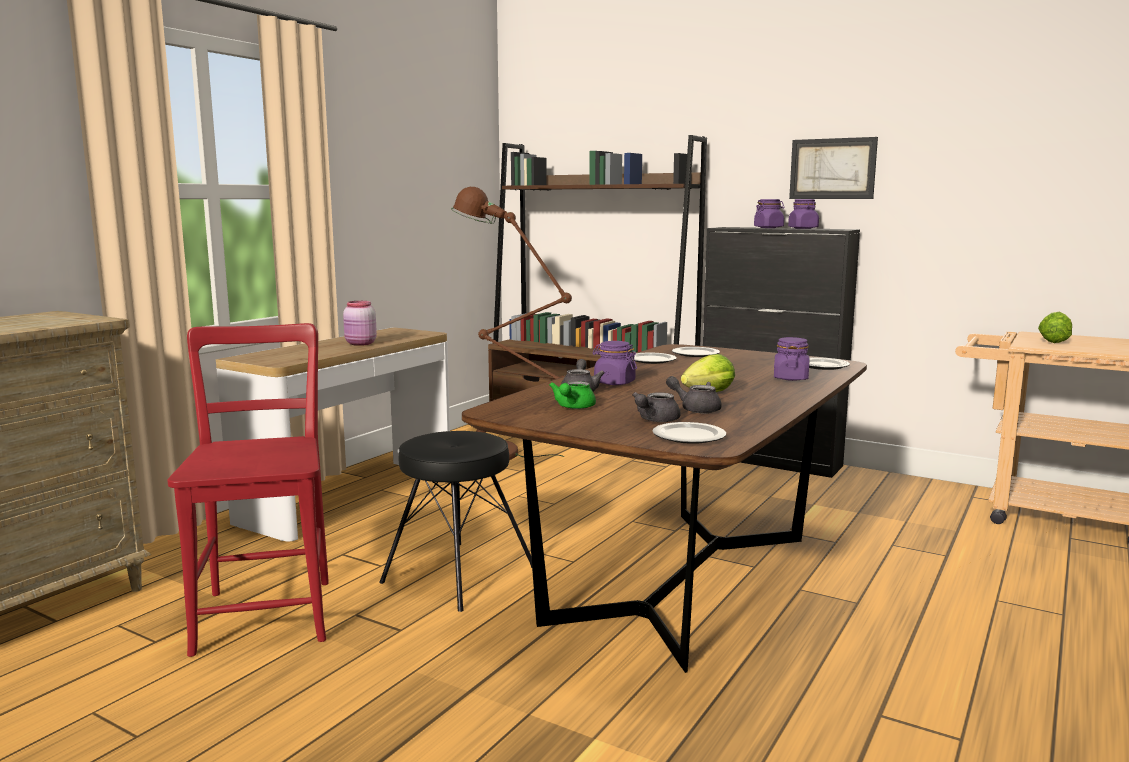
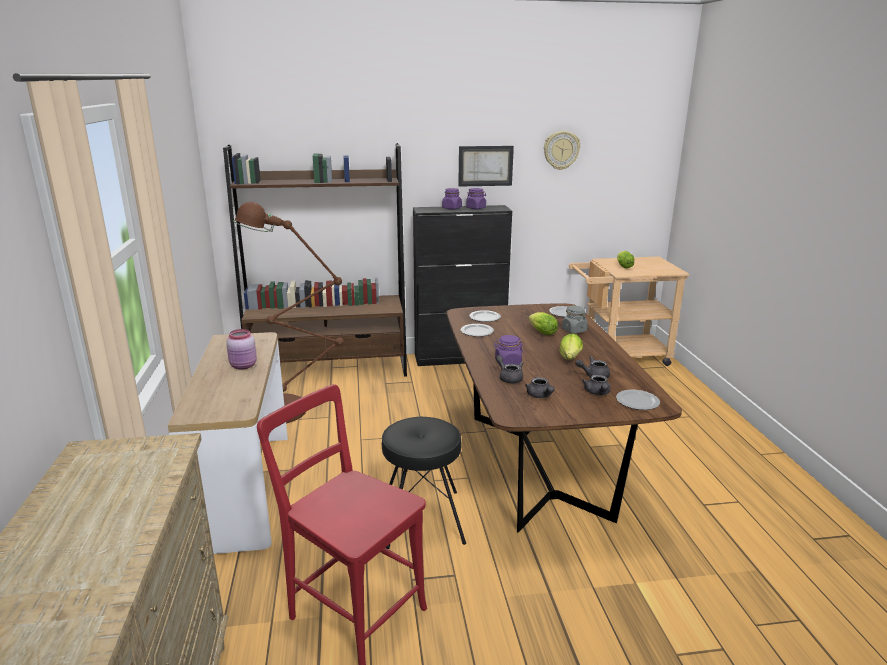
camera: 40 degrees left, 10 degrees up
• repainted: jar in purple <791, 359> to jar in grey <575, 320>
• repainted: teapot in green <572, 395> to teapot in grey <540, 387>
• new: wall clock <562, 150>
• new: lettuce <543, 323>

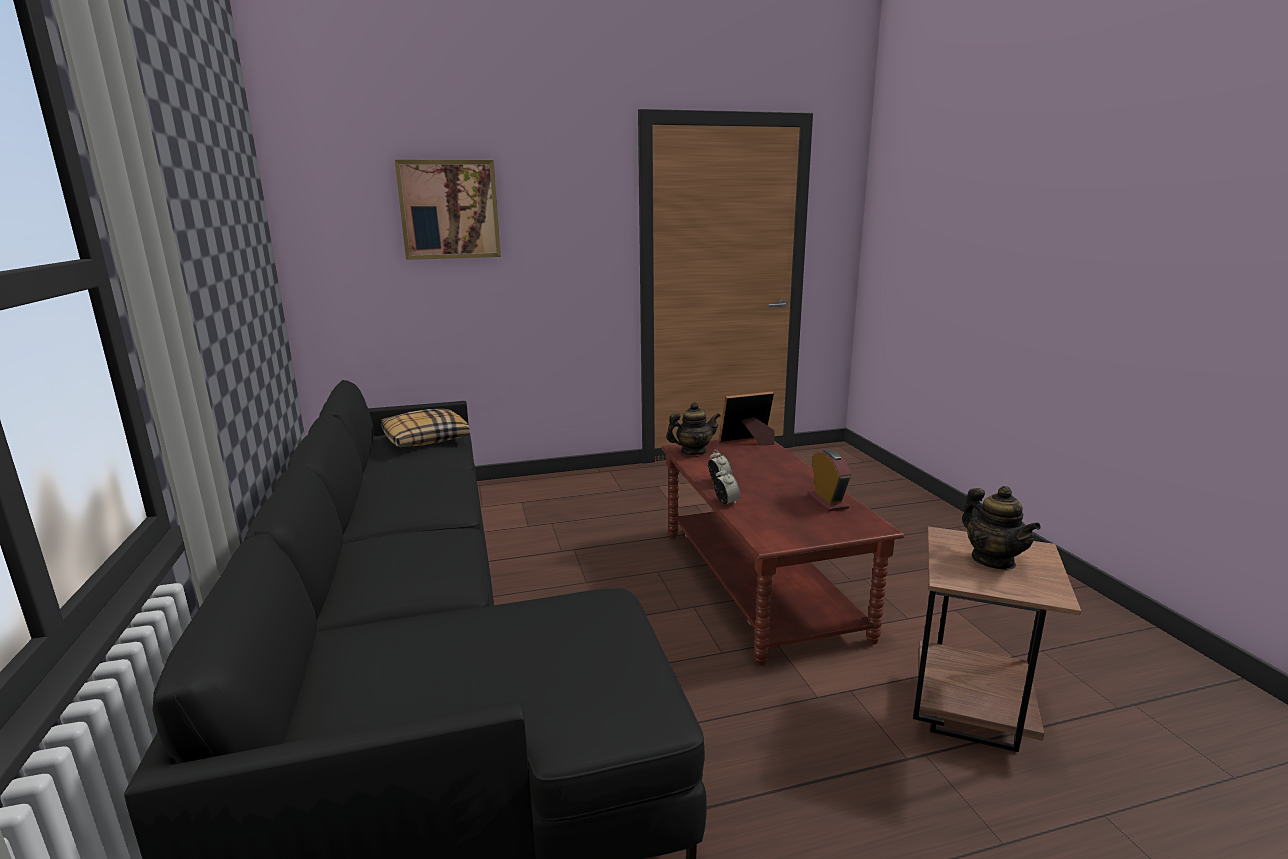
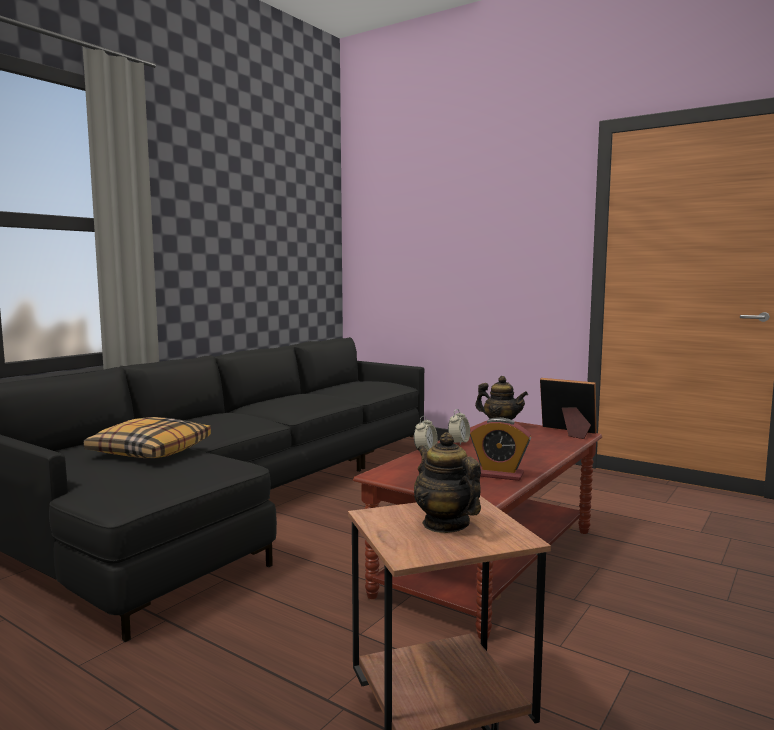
camera: 50 degrees right, 10 degrees down
• gone: picture <448, 210>
• shifted: pillow <425, 428> to <147, 437>
• rotated: alarm clock <830, 480> = <500, 449> 75 degrees clockwise
• rotated: teapot <1001, 528> = <447, 482> 120 degrees clockwise

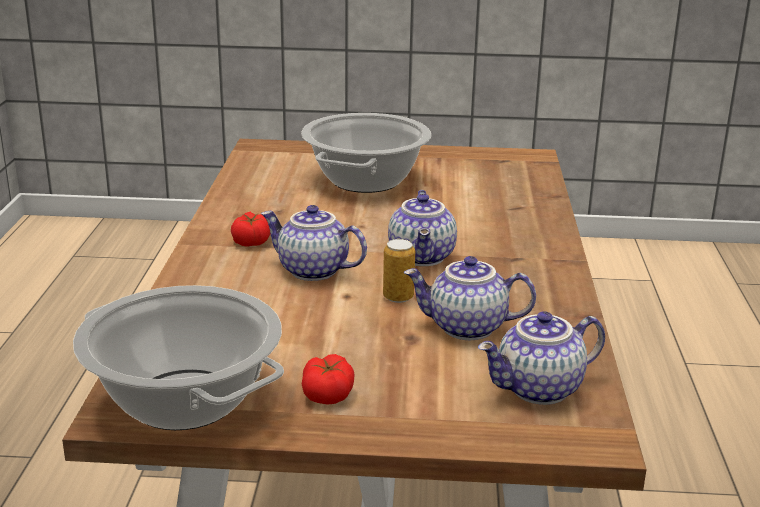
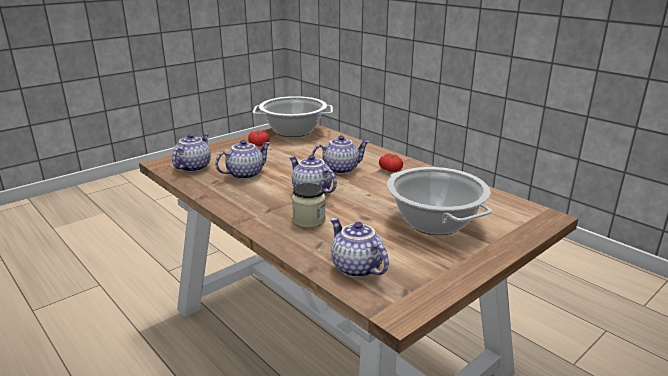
camera: 135 degrees right, 0 degrees up
• gone: can <399, 271>
• new: jar <309, 205>
• new: teapot <359, 248>

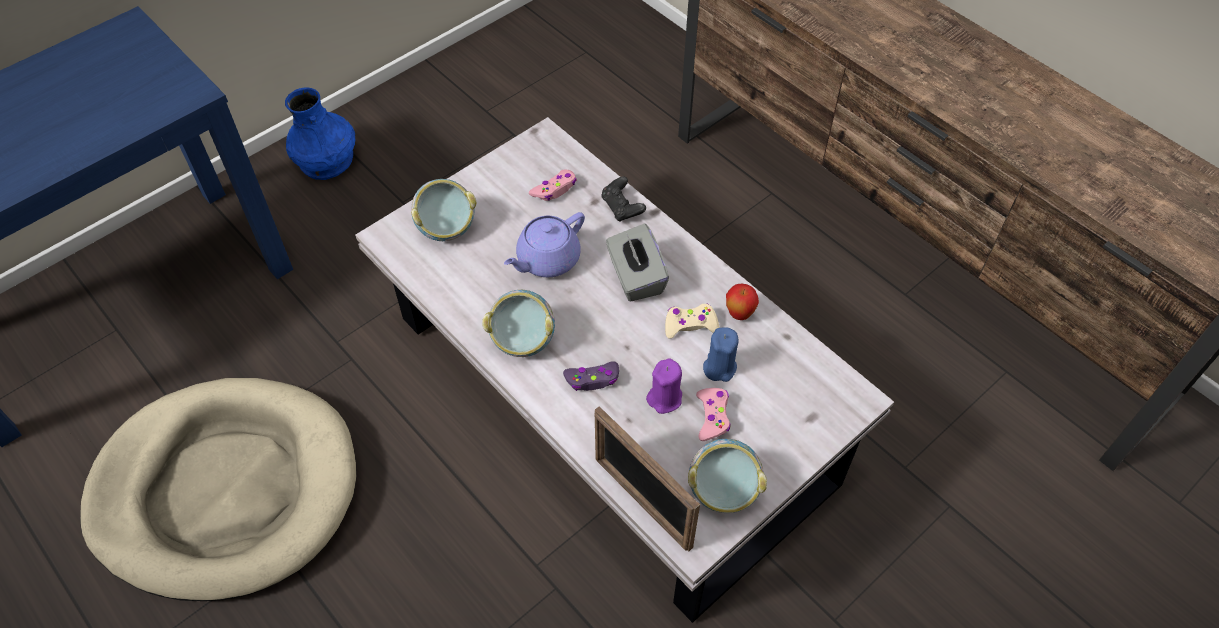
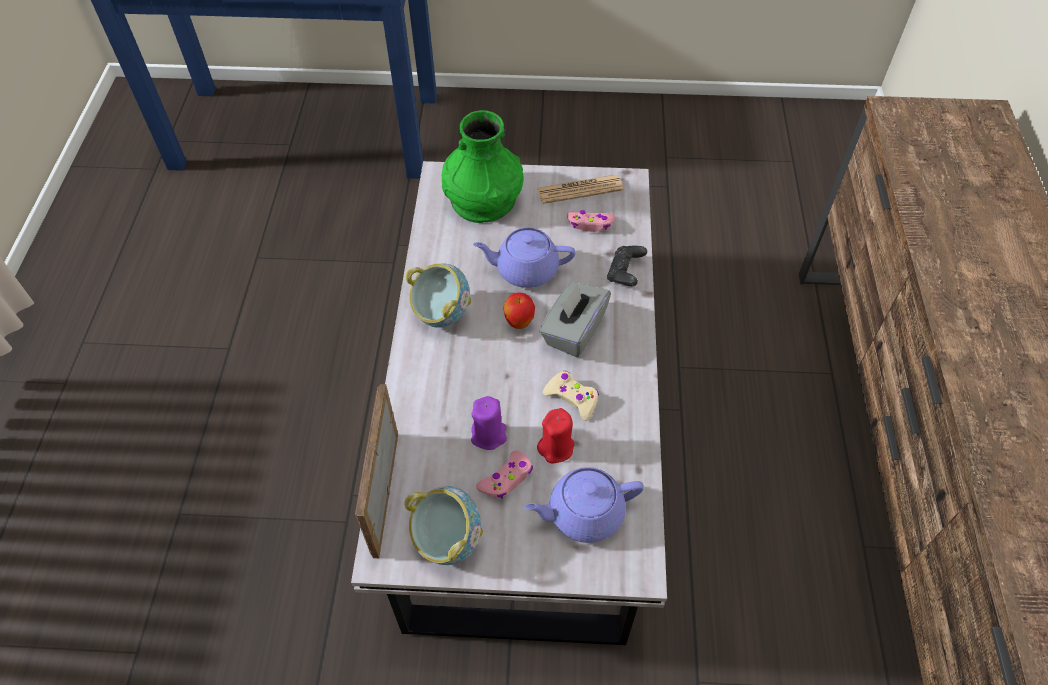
camera: 45 degrees right, 0 degrees up
• gone: vase in blue <320, 133>
• swapped: bowl <443, 210> to vase in green <483, 166>
• shifted: apple <742, 301> to <519, 310>
• repainted: candle in blue <720, 354> to candle in red <555, 436>
• gone: game controller in purple <591, 376>
• gone: dog bed in beige <218, 489>
• new: newspaper <580, 189>
• new: teapot in purple <584, 505>

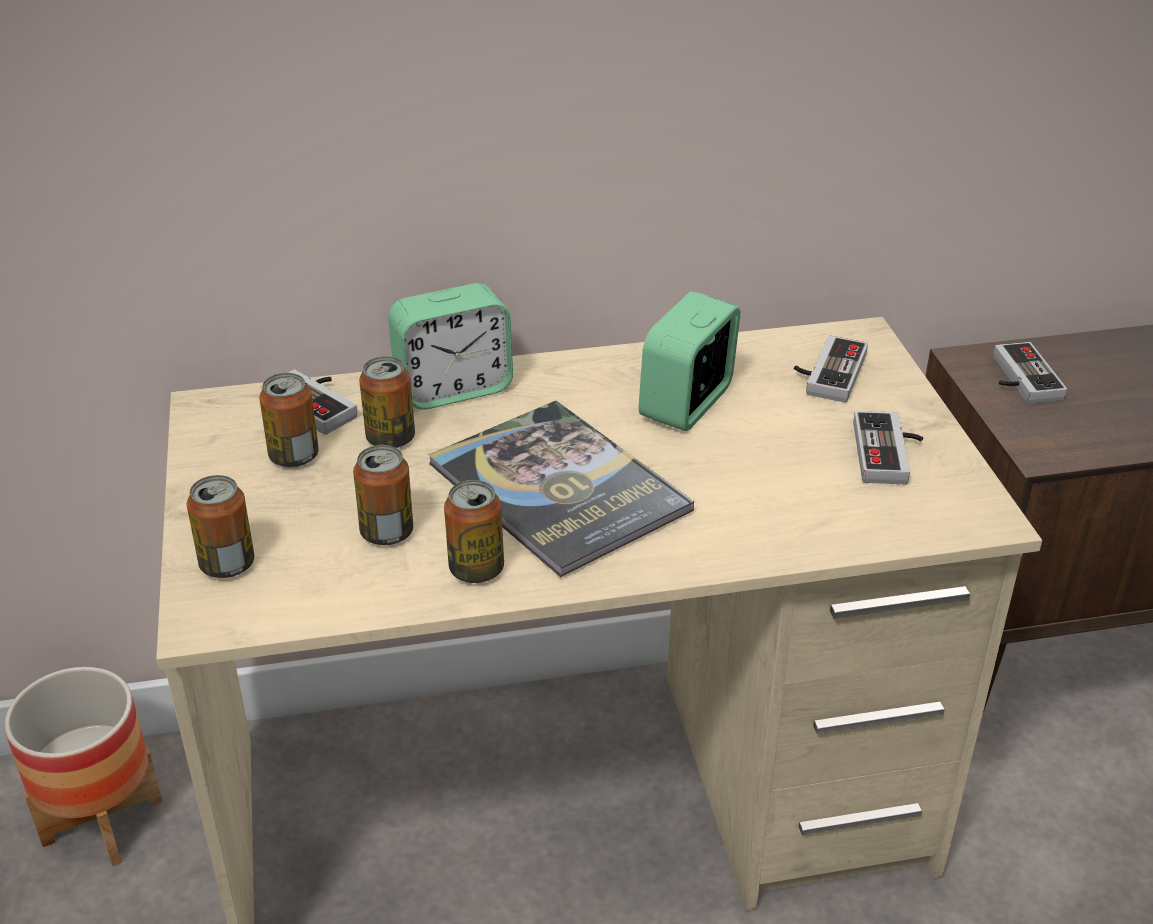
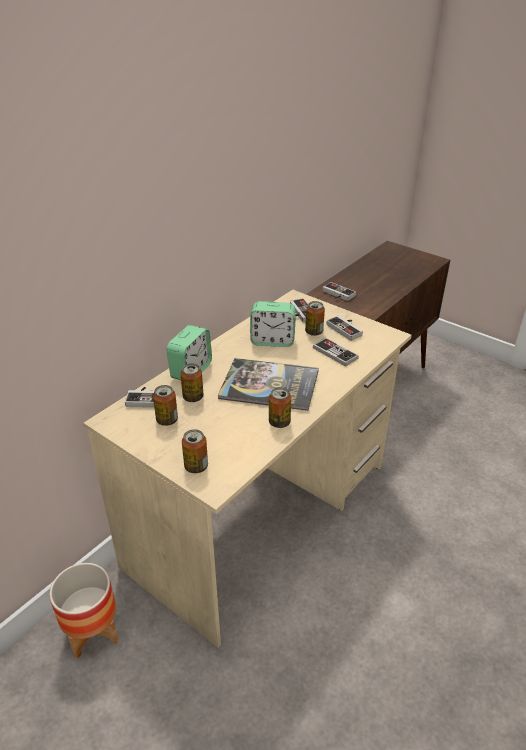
camera: 40 degrees left, 0 degrees up
• rotated: alarm clock <689, 361> = <273, 324> 75 degrees counterclockwise
• shifted: can <383, 495> to <315, 318>
• new: game controller <336, 352>

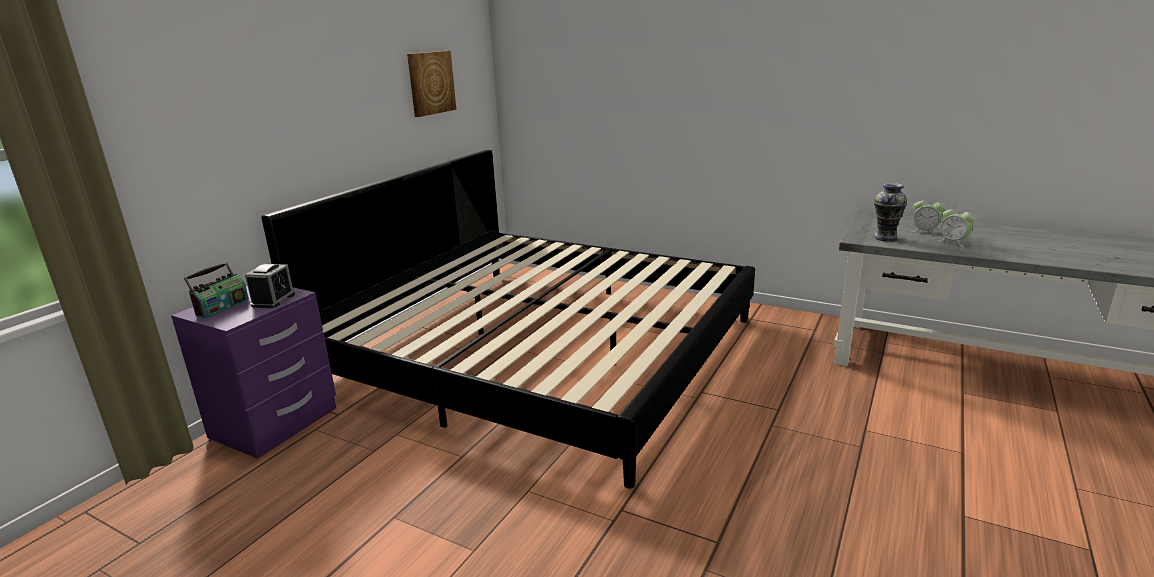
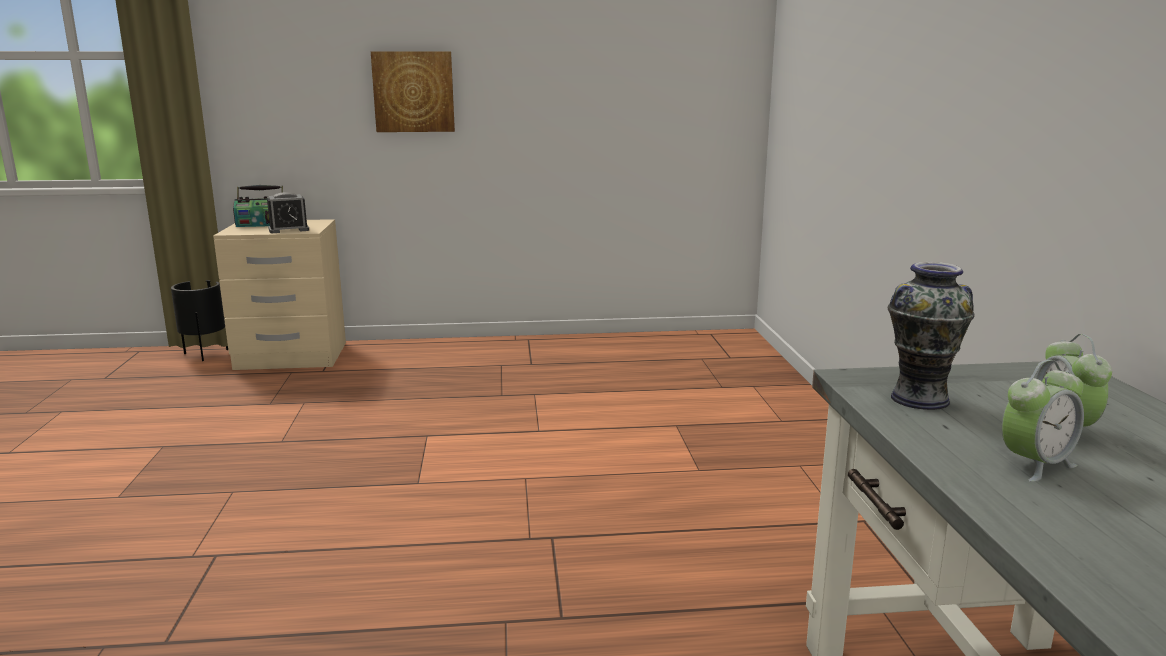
camera: 55 degrees right, 5 degrees down
• shifted: picture <431, 84> to <413, 91>
• gone: bed <508, 319>
• rotated: alarm clock <957, 226> = <1043, 421> 135 degrees counterclockwise
• repainted: nightstand in purple <253, 372> to nightstand in beige <279, 294>
• new: planter in black <199, 320>

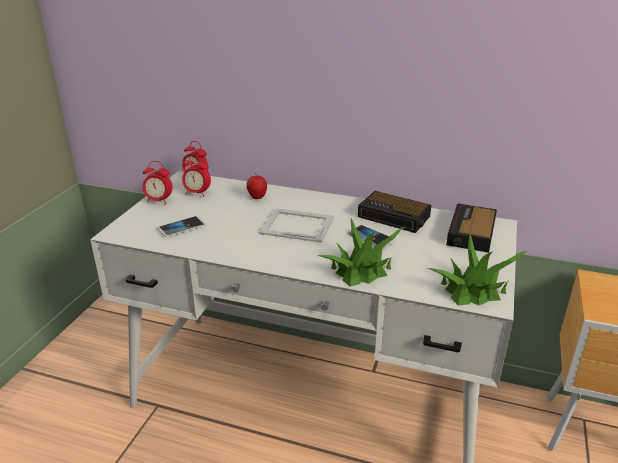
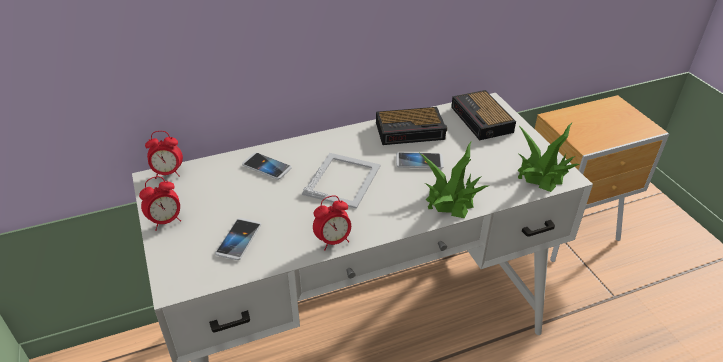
camera: 40 degrees left, 10 degrees up
• shifted: alarm clock <196, 175> to <332, 222>
• swapped: apple <256, 186> to phone <267, 166>
• rotated: picture frame <296, 225> = <341, 181> 135 degrees clockwise

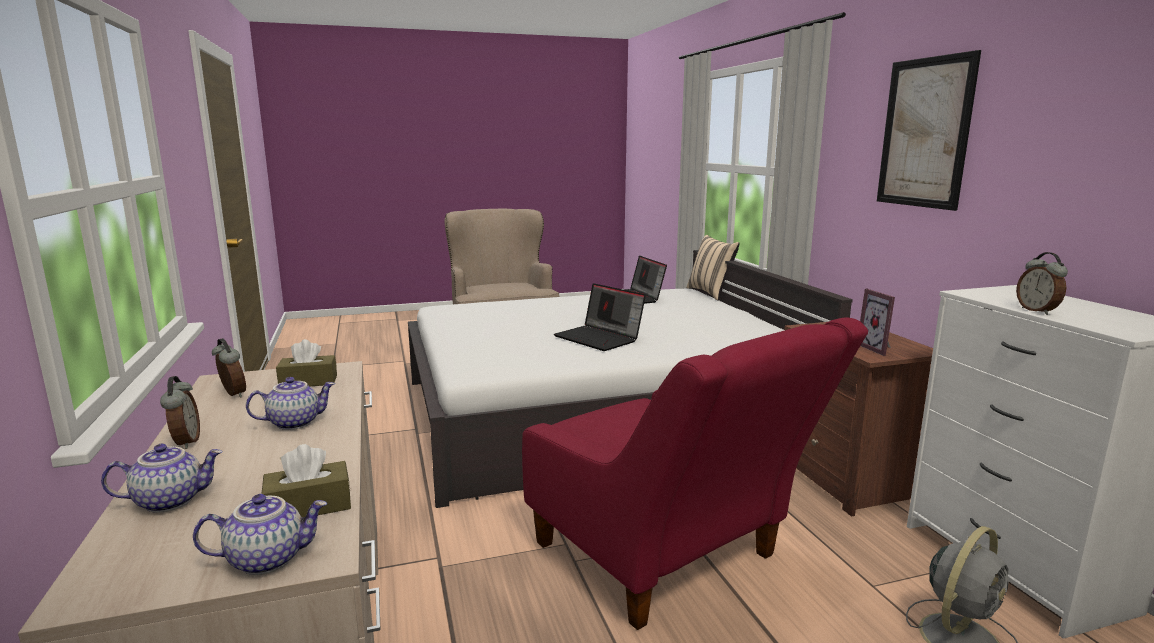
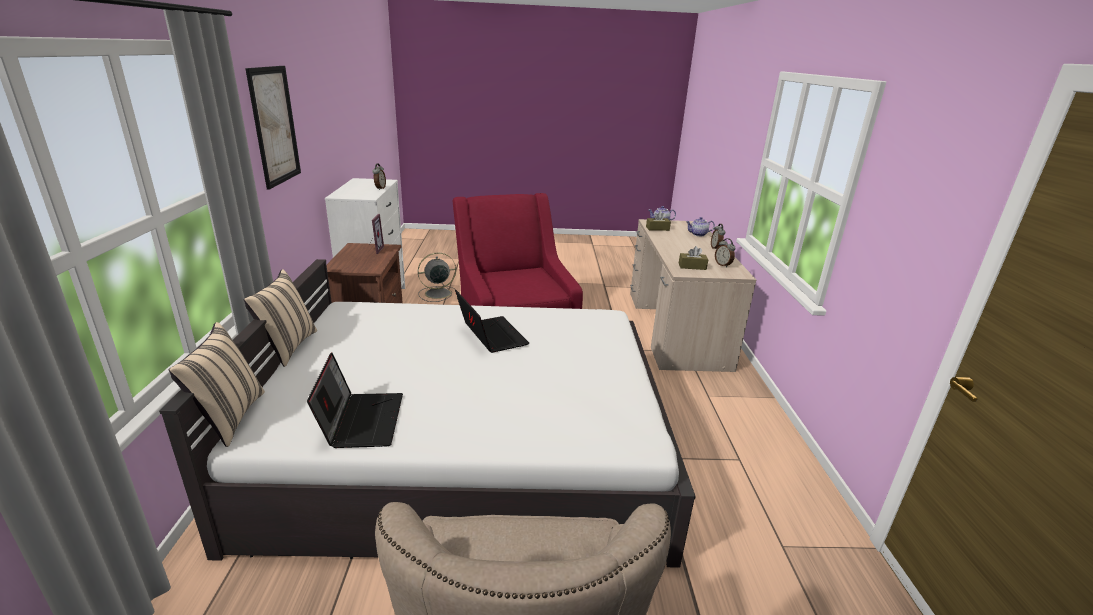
camera: 165 degrees left, 10 degrees up
• gone: teapot <290, 403>
• new: pillow in beige <280, 318>

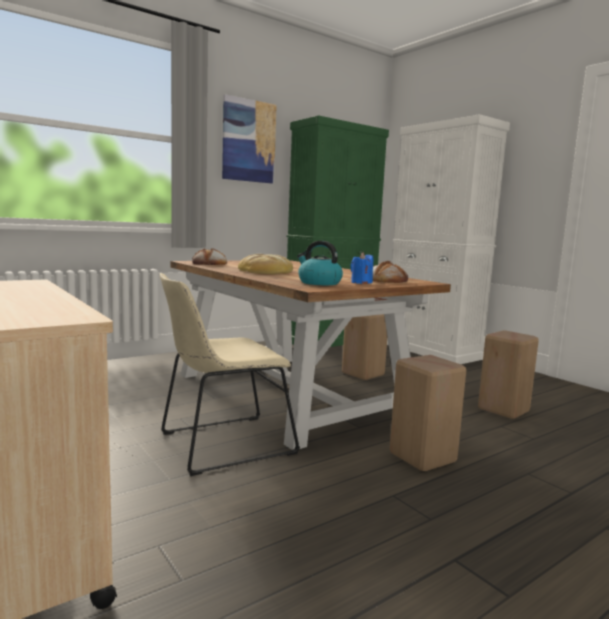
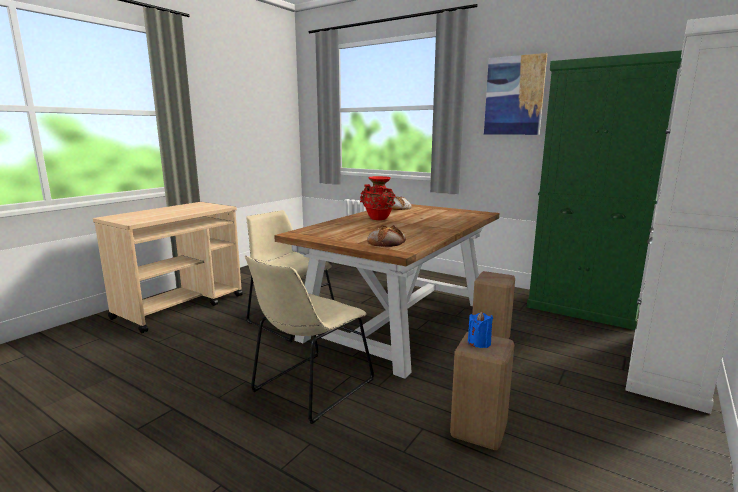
camera: 70 degrees right, 5 degrees up
• gone: kettle <320, 263>
• shifted: candle in blue <362, 268> to <480, 329>
• swapped: bread <265, 264> to vase in red <377, 198>
• swapped: stool in beige <428, 413> to chair in beige <310, 339>

